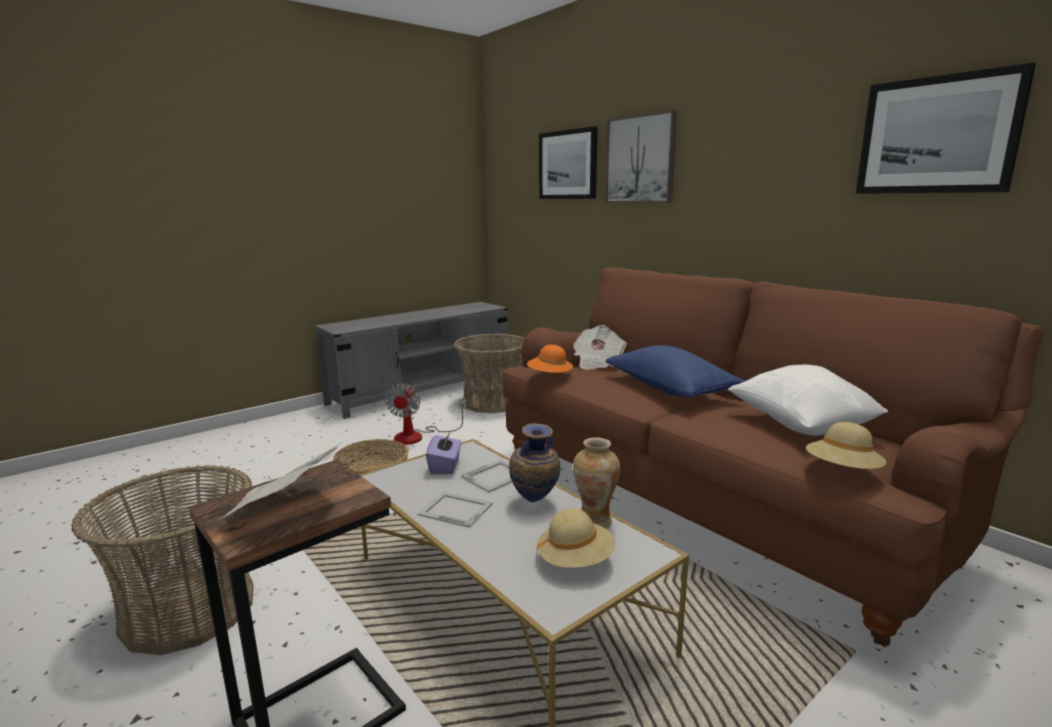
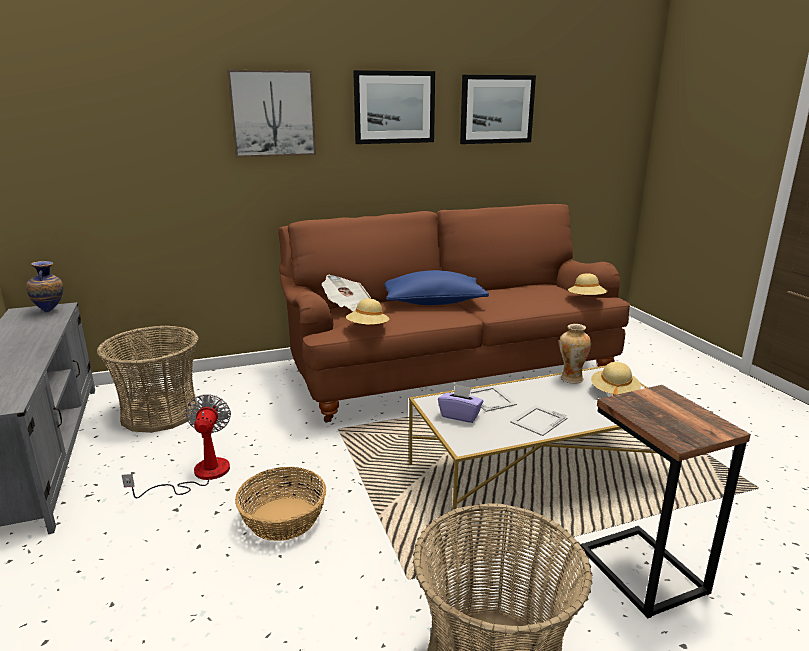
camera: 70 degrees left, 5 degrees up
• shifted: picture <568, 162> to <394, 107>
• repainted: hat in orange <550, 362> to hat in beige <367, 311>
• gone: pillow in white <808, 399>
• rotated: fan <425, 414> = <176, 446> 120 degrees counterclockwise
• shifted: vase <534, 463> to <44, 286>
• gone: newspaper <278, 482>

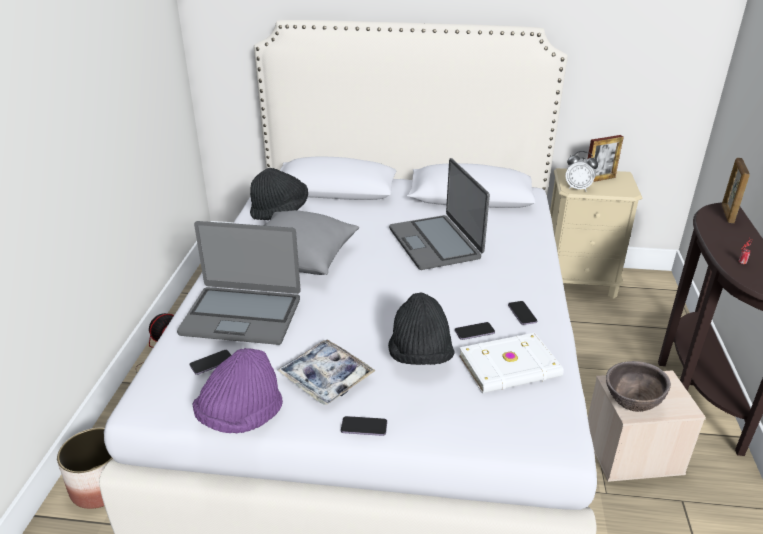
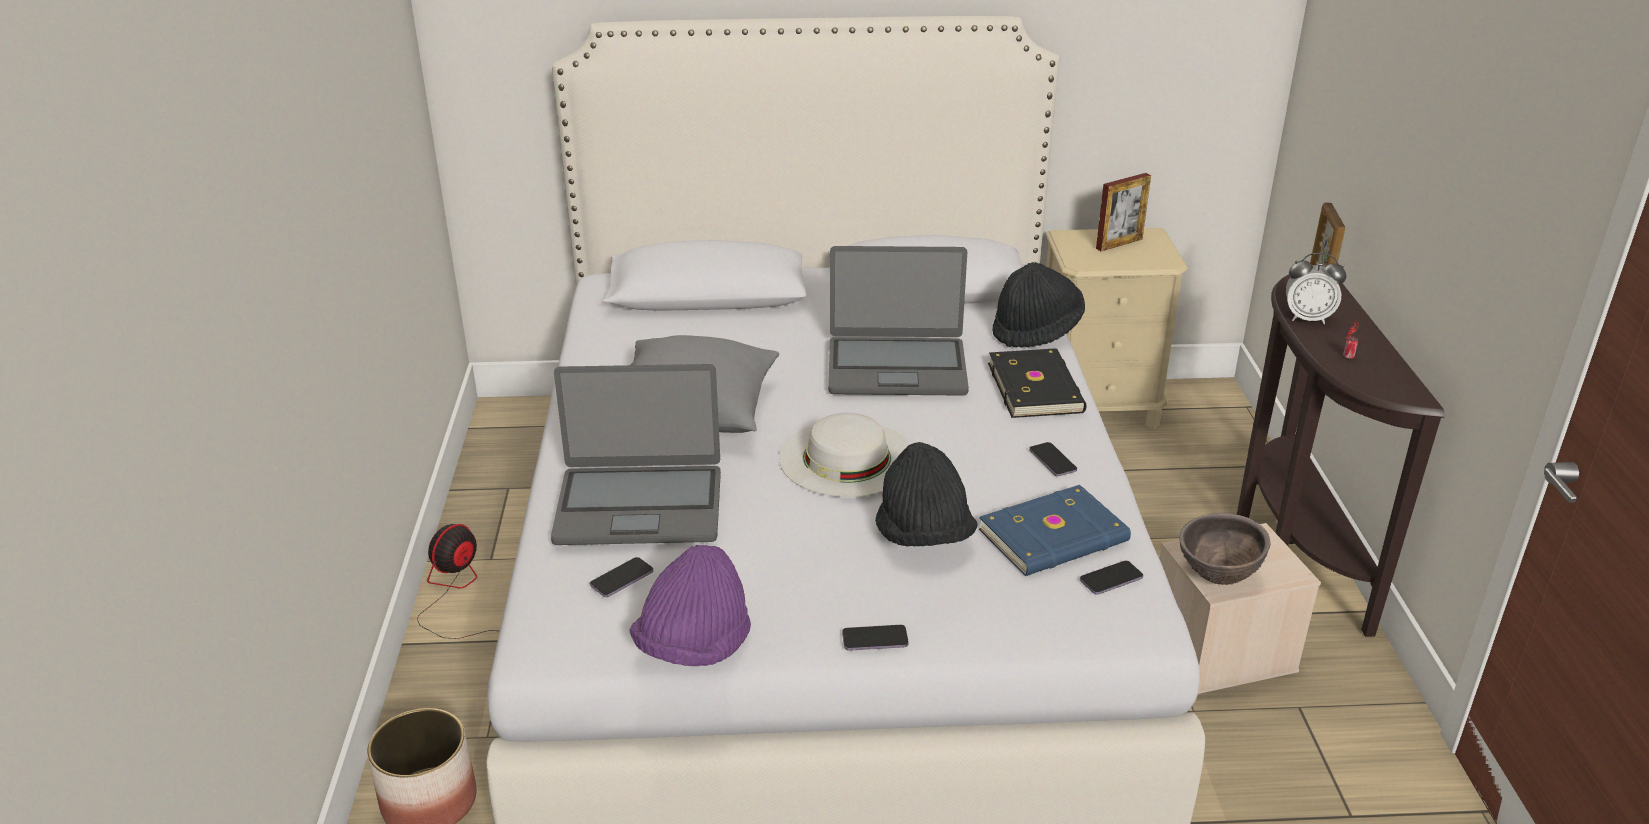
camera: 10 degrees left, 0 degrees up
• shifted: alarm clock <582, 171> to <1316, 288>
• rotated: laptop <439, 214> = <898, 321> 60 degrees counterclockwise
• shifted: hat in black <279, 194> to <1038, 305>
• shifted: phone <475, 331> to <1111, 577>
• repainted: book in white <511, 363> to book in blue <1055, 530>
• gone: tray <326, 372>
• new: book in black <1037, 383>
• new: hat in white <844, 455>

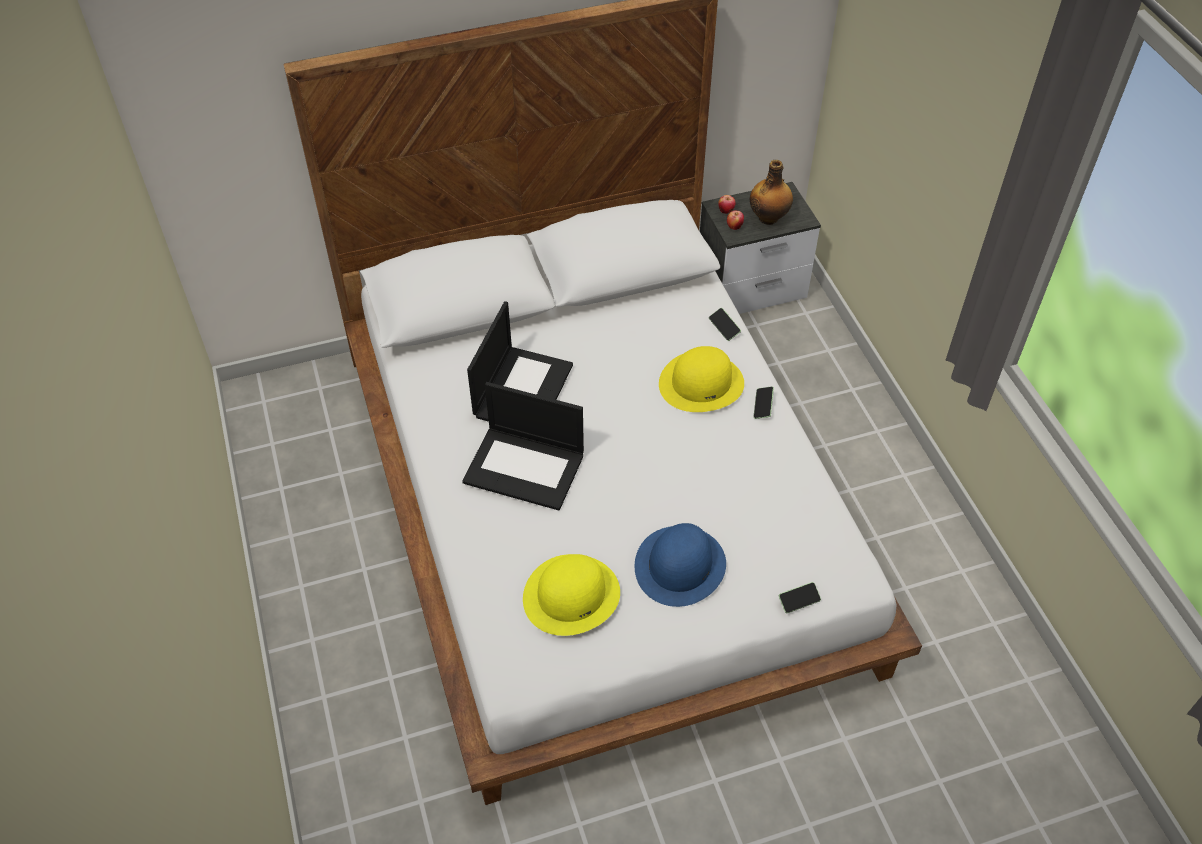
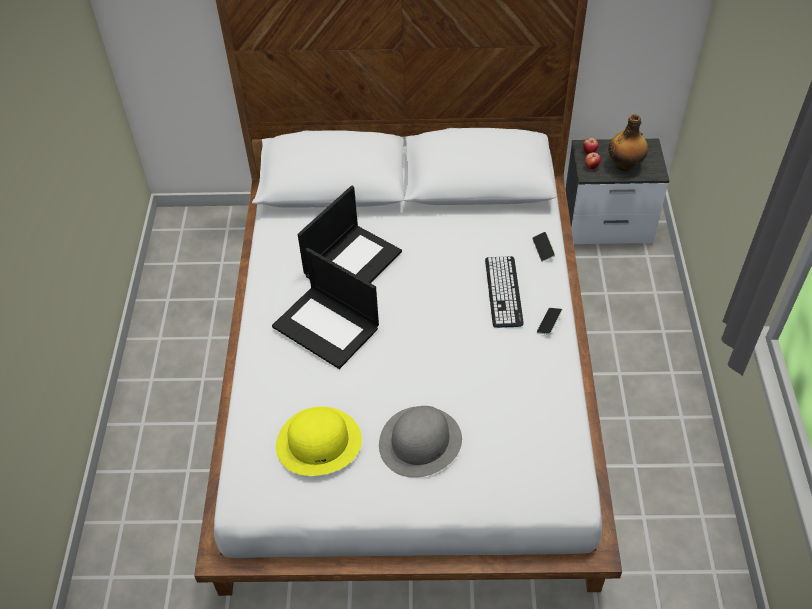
camera: 20 degrees right, 0 degrees up
• swapped: hat in yellow <701, 379> to keyboard <504, 292>
• repainted: hat in blue <680, 565> to hat in grey <420, 442>
• gone: phone <800, 597>

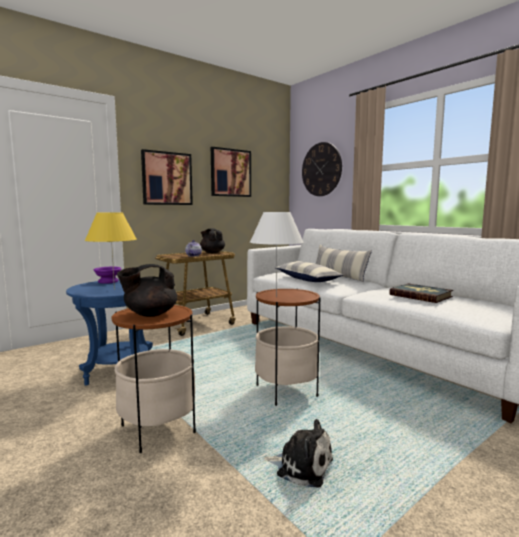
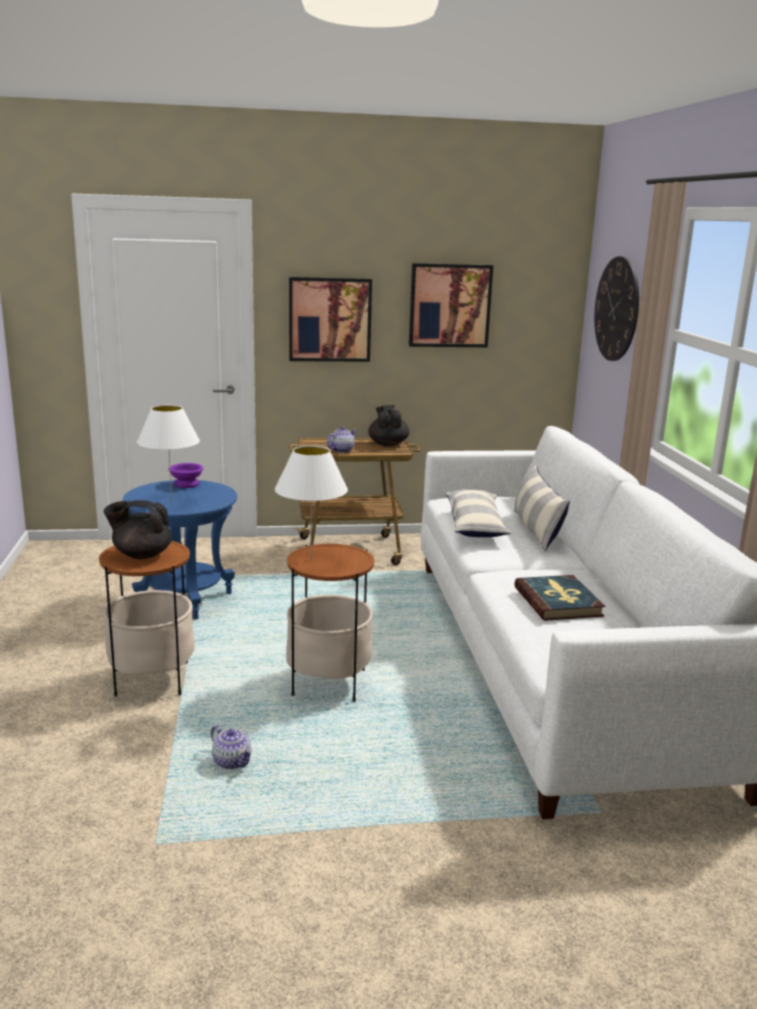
camera: 30 degrees right, 10 degrees up
• repainted: table lamp in yellow <111, 251> to table lamp in white <168, 453>
• swapped: plush toy <298, 453> to teapot <232, 747>

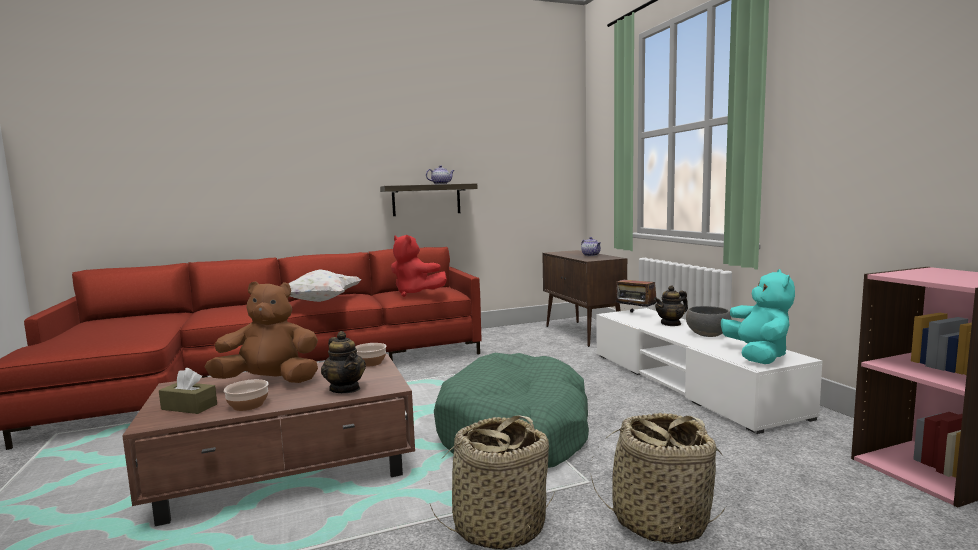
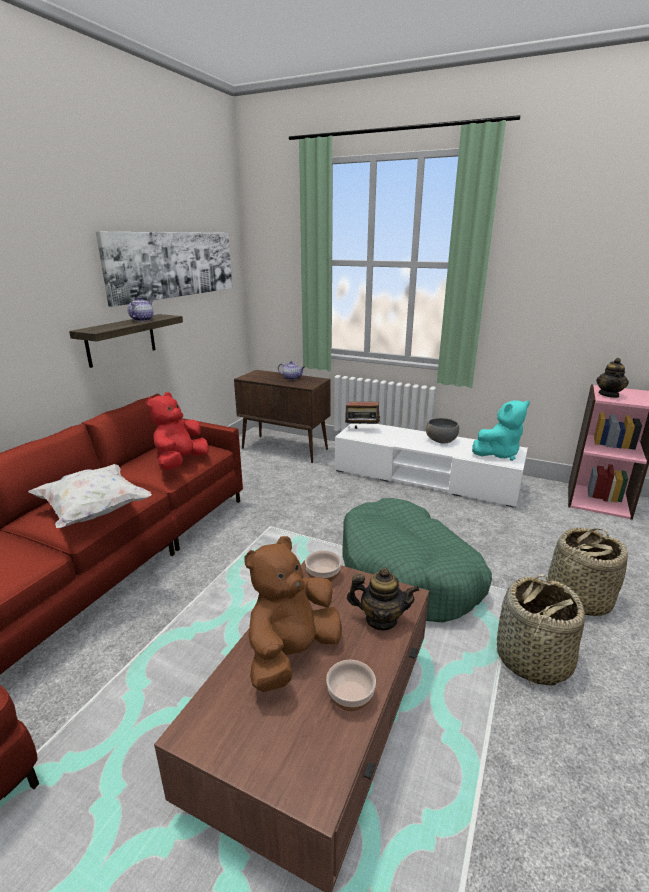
camera: 45 degrees left, 15 degrees up
• rotated: plush toy in red <419, 266> = <177, 431> 120 degrees clockwise
• rotated: plush toy in turquoise <758, 316> = <501, 430> 105 degrees clockwise
• shifted: teapot <671, 305> to <612, 378>
• gone: tissue box in brown <188, 391>
• new: picture <164, 269>

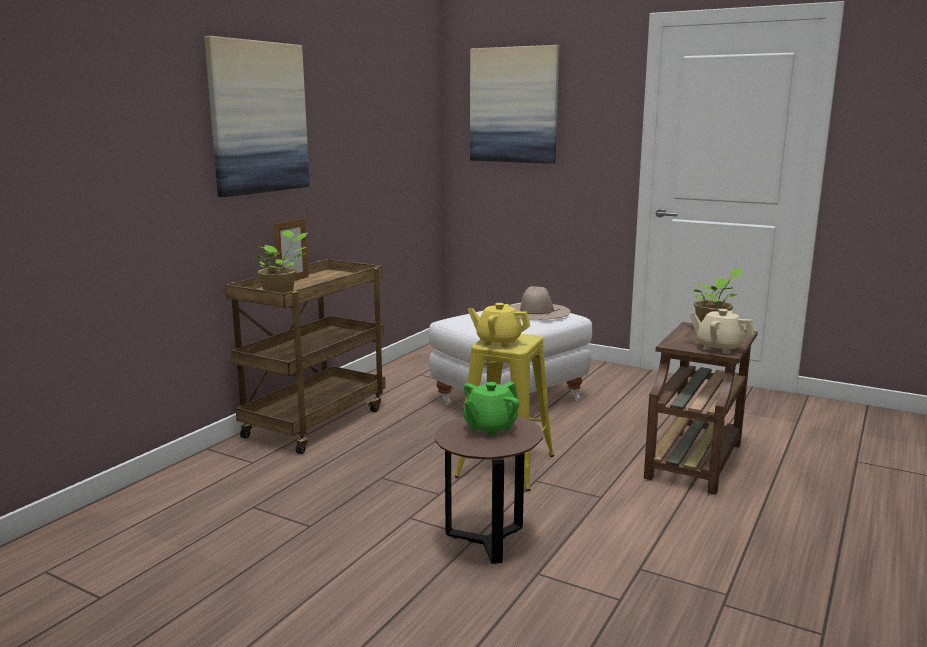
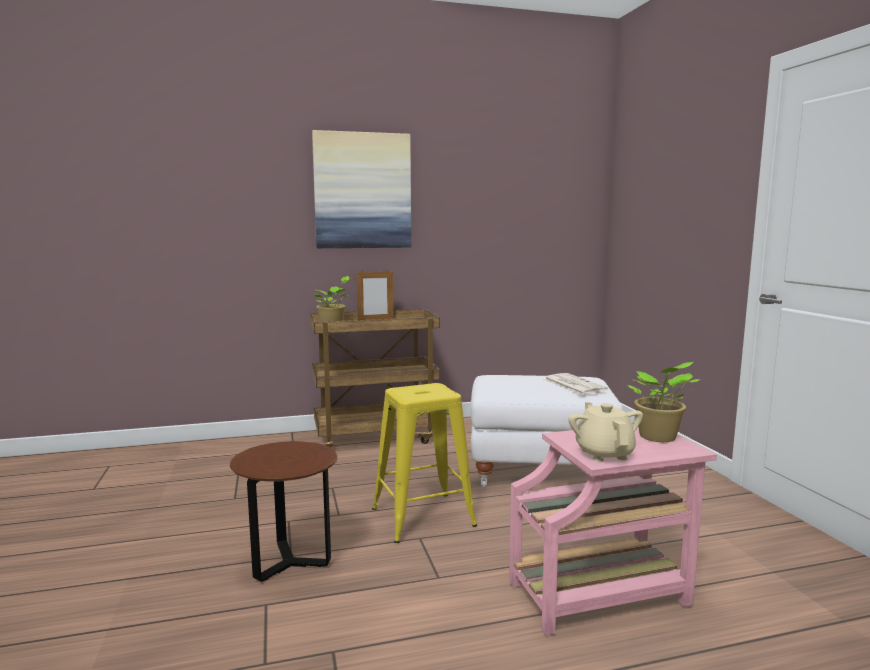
camera: 45 degrees right, 5 degrees down
• gone: picture <514, 104>
• swapped: hat in beige <540, 303> to newspaper <576, 384>
• gone: teapot in yellow <499, 325>
• repainted: side table in brown <701, 408> to side table in pink <613, 531>
• gone: teapot in green <491, 409>

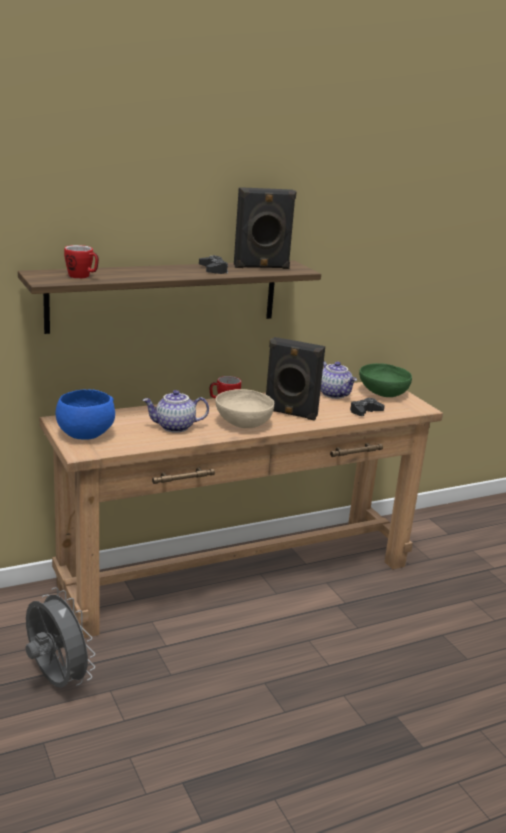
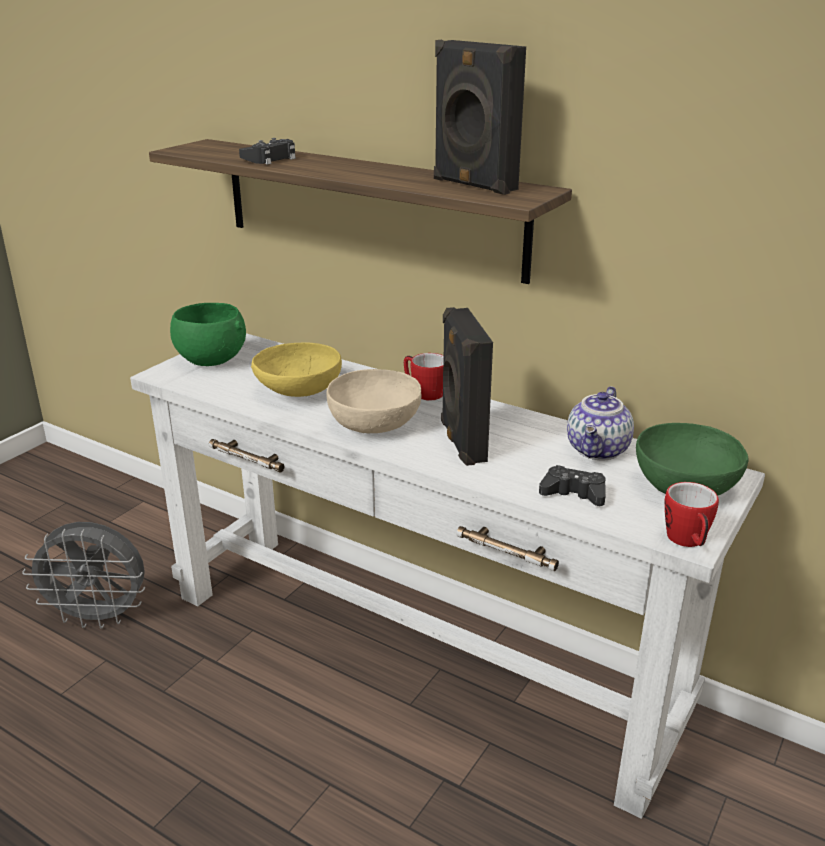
camera: 60 degrees right, 5 degrees up
• shifted: mug <81, 262> to <691, 514>
• shifted: game controller in black <213, 264> to <267, 151>
• repainted: console table in brown <241, 510> to console table in white <447, 576>
• repainted: bowl in blue <85, 415> to bowl in green <208, 334>
• swapped: teapot <175, 411> to bowl in yellow <296, 369>
• rotated: fan in grey <60, 637> = <83, 575> 75 degrees clockwise

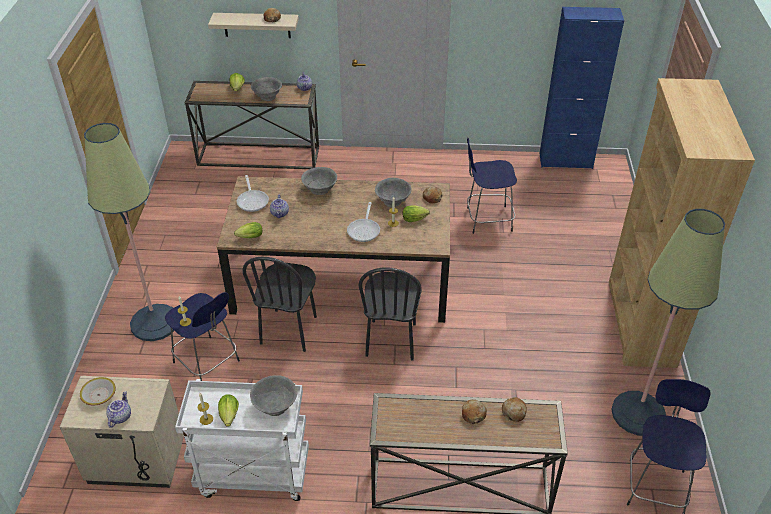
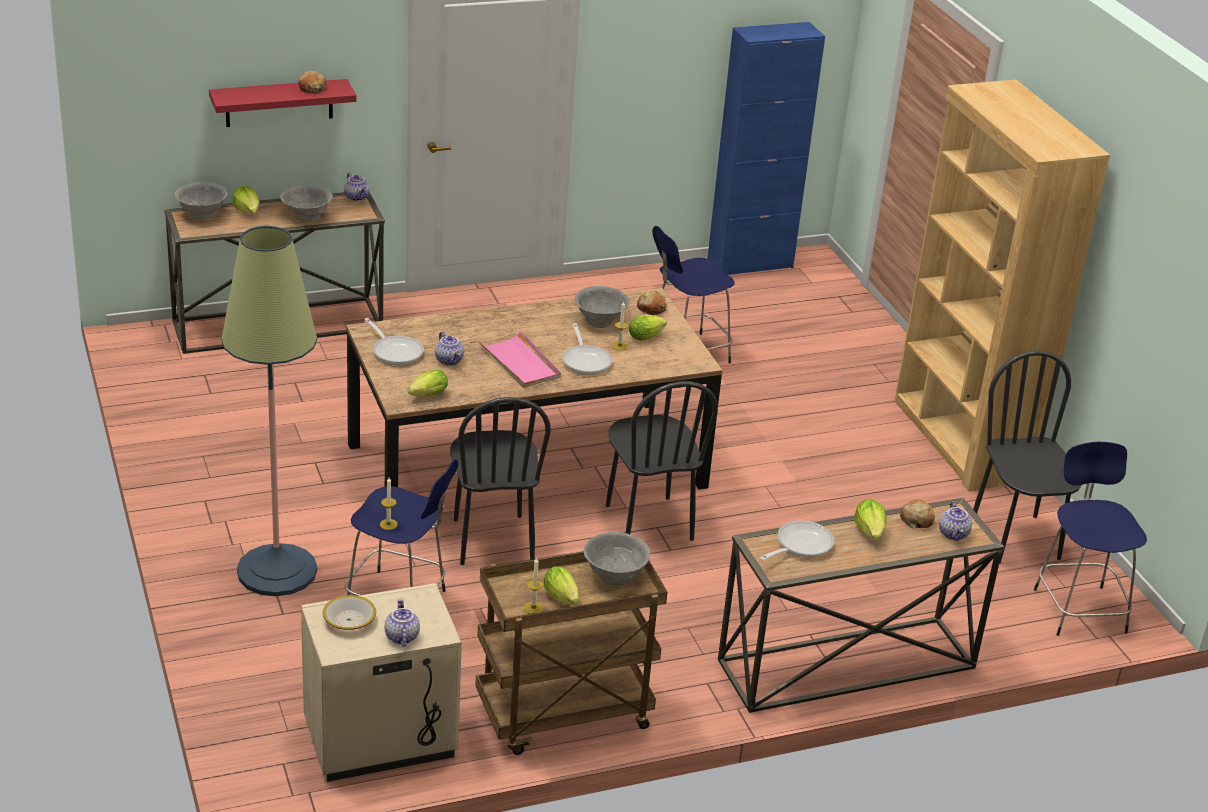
camera: 25 degrees left, 10 degrees down
• repainted: shelf in beige <253, 25> to shelf in red <282, 103>
• shifted: bowl in grey <319, 181> to <201, 200>
• swapped: floor lamp <668, 322> to chair in black <1027, 457>
• repainted: cart in white <242, 440> to cart in brown <571, 653>
• swapped: bread <474, 411> to lettuce <870, 519>
• new: tray in pink <519, 359>
• new: teapot <955, 521>
• new: frying pan <797, 541>

